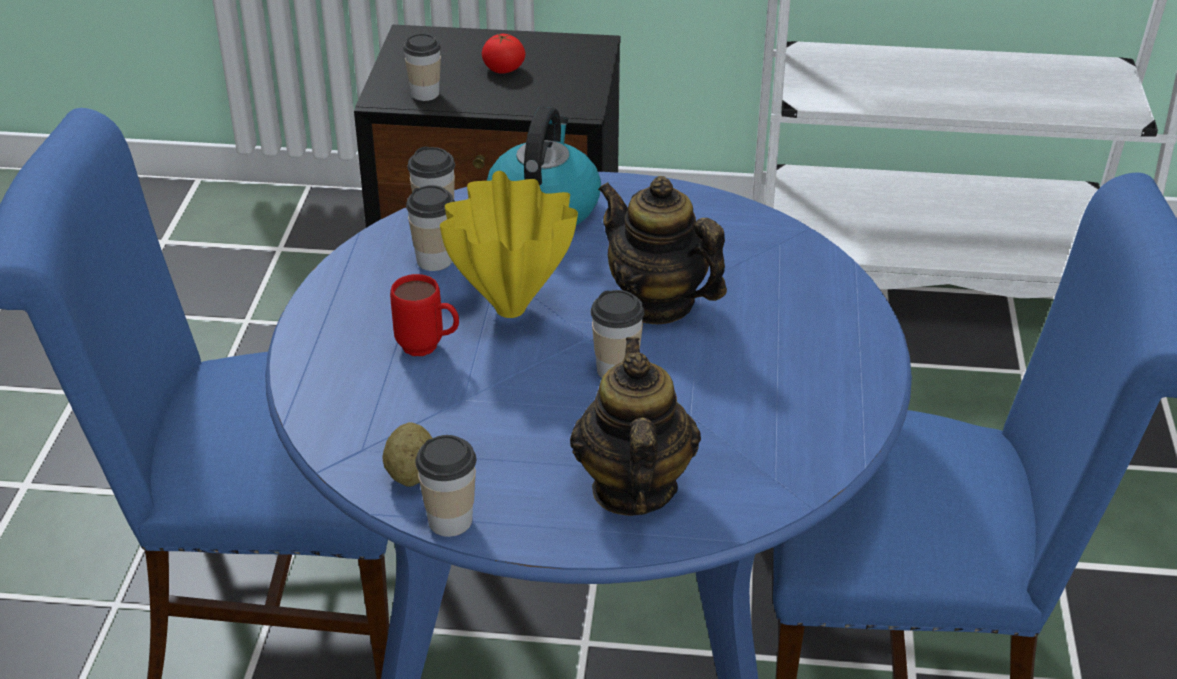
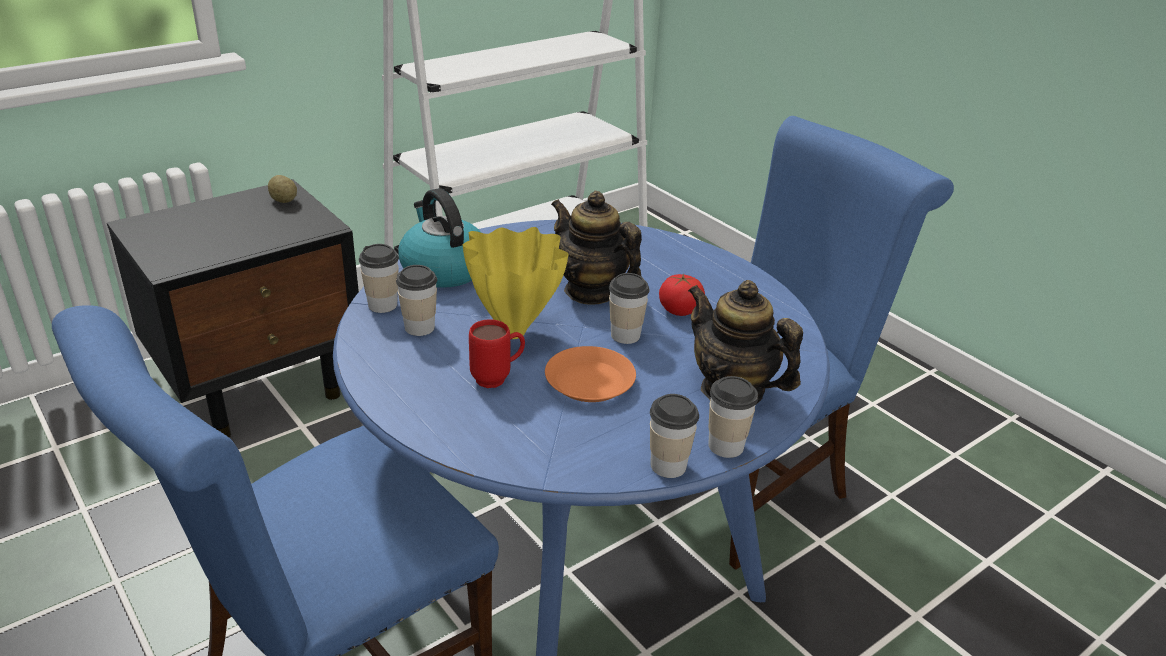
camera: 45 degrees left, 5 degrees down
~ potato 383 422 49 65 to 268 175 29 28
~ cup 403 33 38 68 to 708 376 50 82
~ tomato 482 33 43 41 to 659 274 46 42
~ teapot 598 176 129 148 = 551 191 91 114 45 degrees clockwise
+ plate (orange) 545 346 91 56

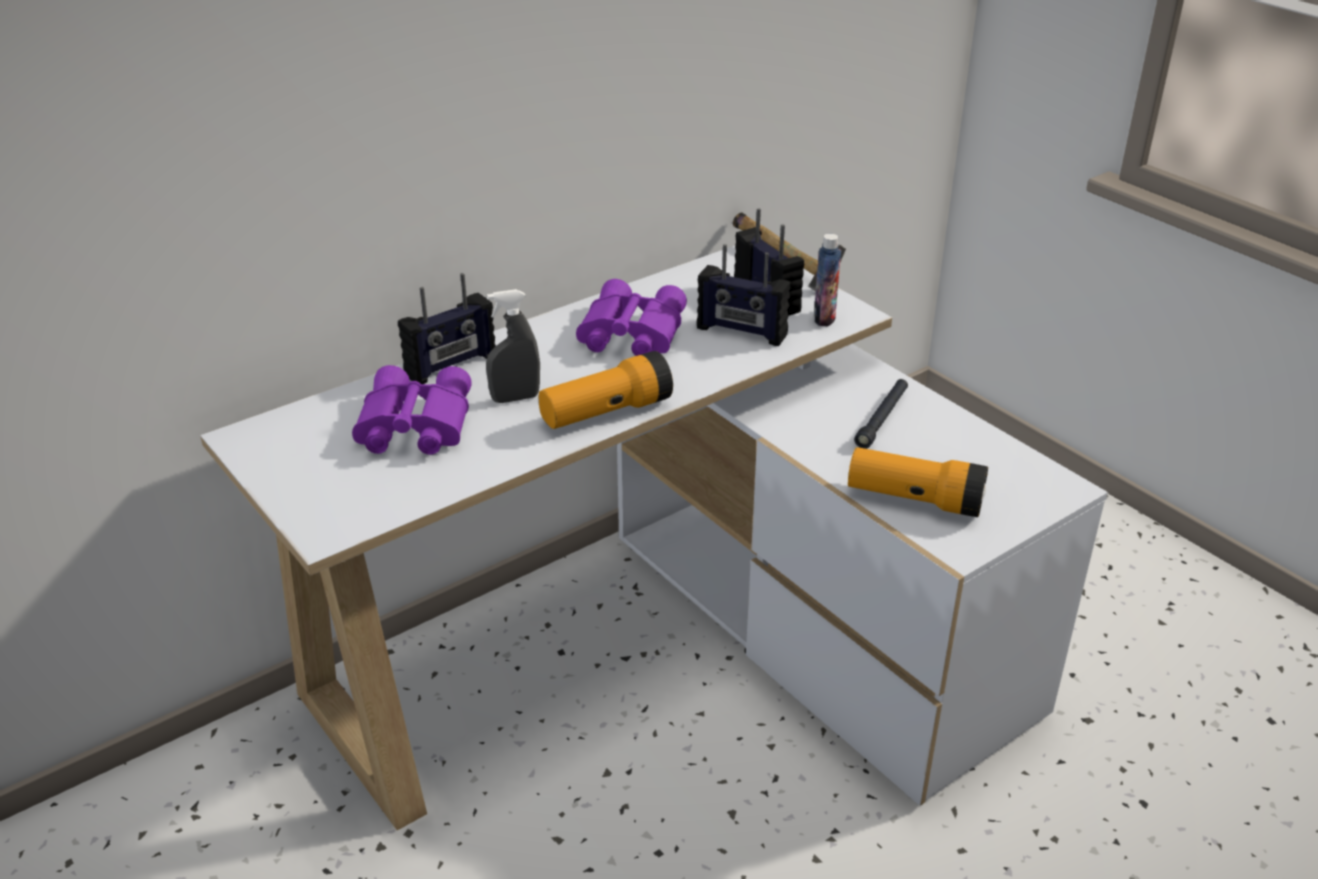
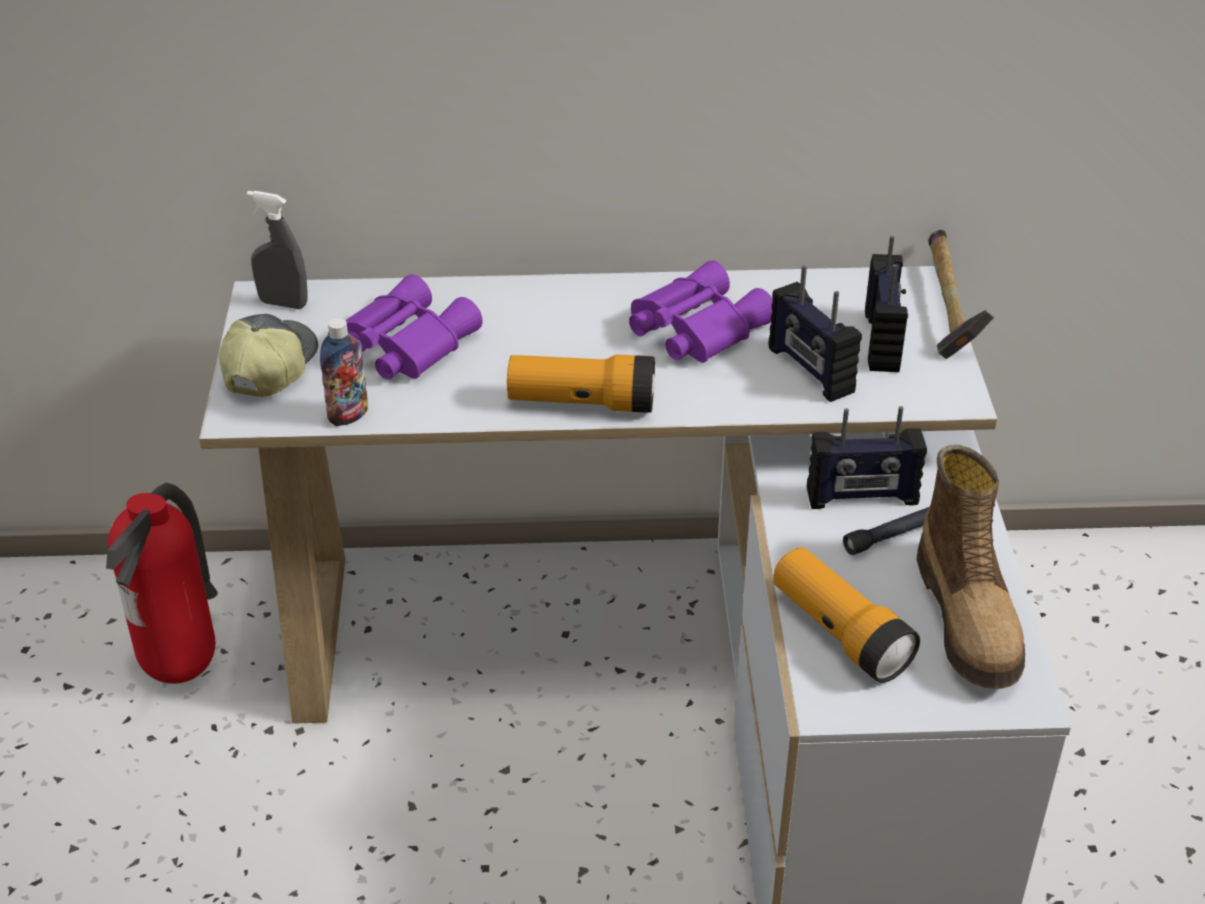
camera: 35 degrees right, 5 degrees up
~ radio 398 273 98 111 to 807 406 120 103
~ spray bottle (grey) 486 289 54 114 to 247 191 60 118
~ bottle 814 234 27 92 to 320 318 48 108
+ fire extinguisher 106 483 112 201
+ cap 219 314 99 83
+ boot 917 445 108 244

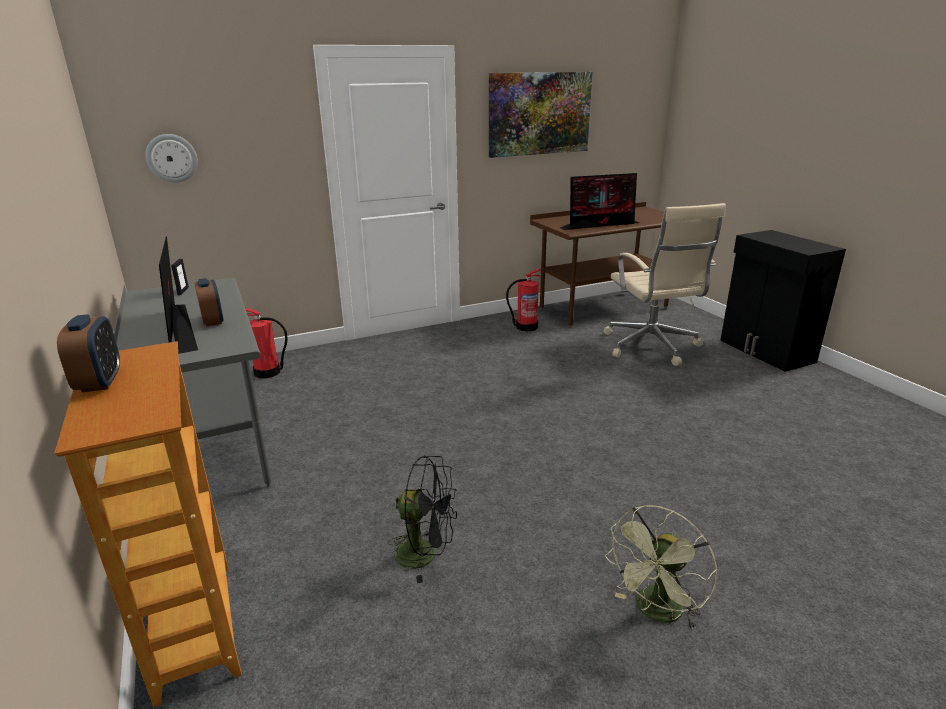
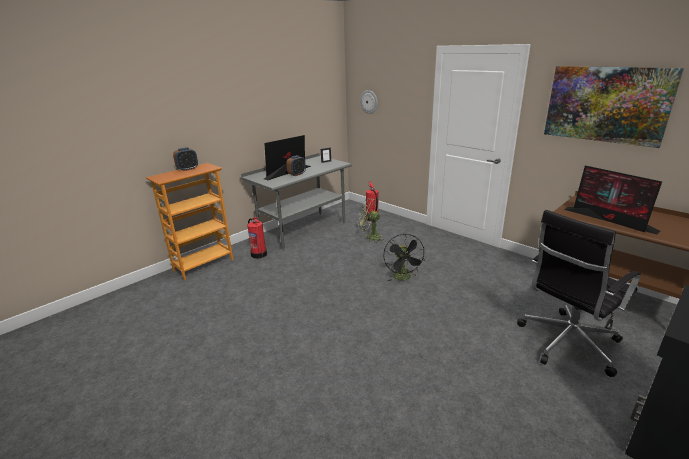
camera: 70 degrees right, 0 degrees up
~ fan (black) 388 456 69 127 to 383 234 42 47
~ fire extinguisher 506 269 35 63 to 247 217 20 42
~ office chair (beige) 604 203 122 163 to office chair (black) 517 210 124 167
~ fan (green) 605 505 113 124 to 358 198 27 44

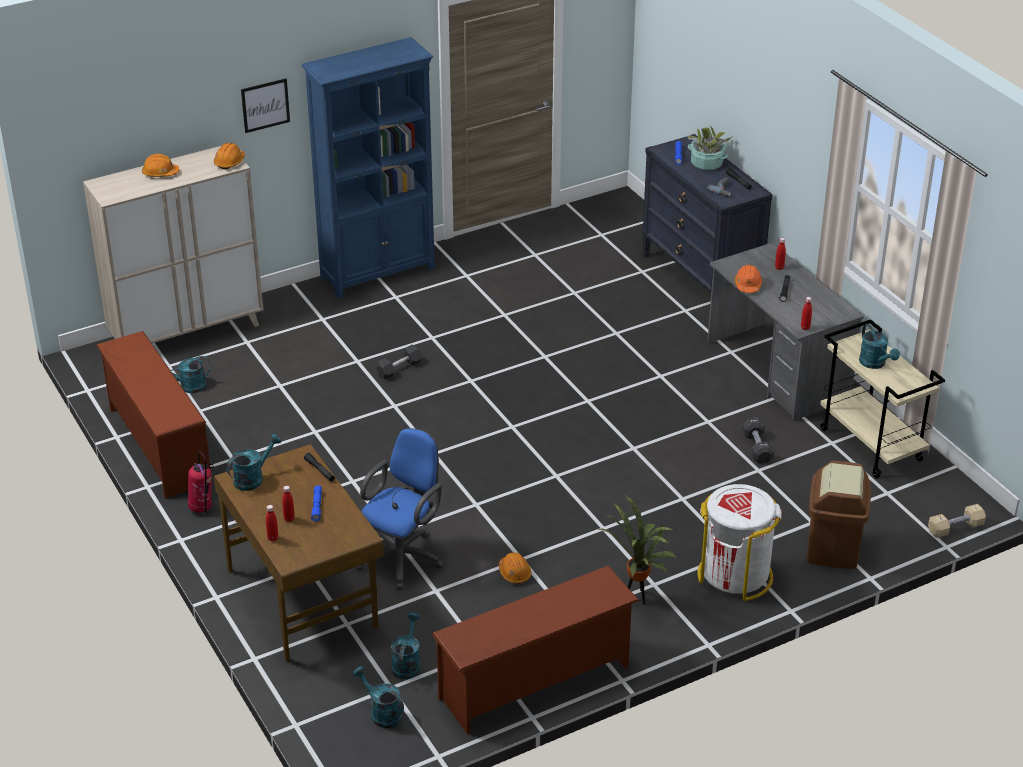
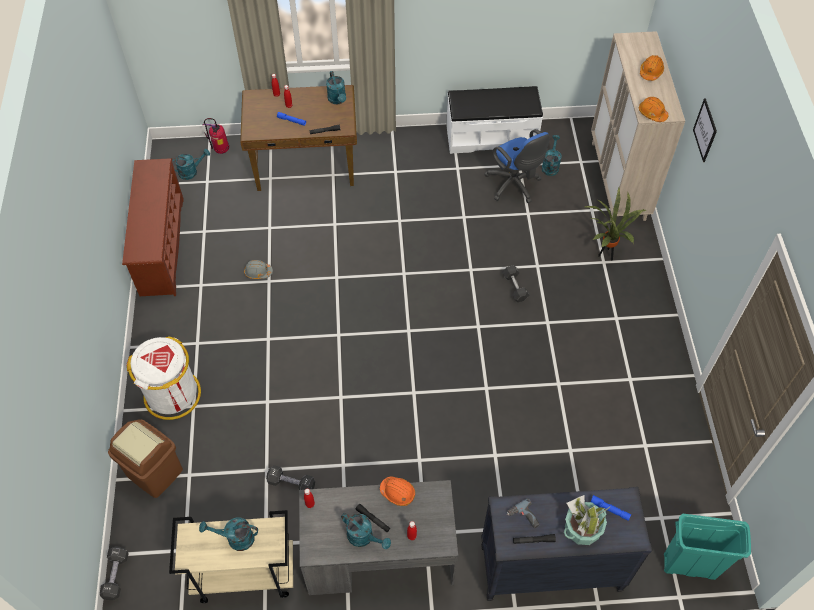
camera: 115 degrees right, 20 degrees up
~ shoe rack (brown) 97 331 116 167 to bench (white) 446 86 97 68
~ fire extinguisher 188 451 26 62 to 203 118 26 36
- bookcase (blue) 302 37 133 261
~ office chair (blue) 356 428 87 162 to 484 129 66 74
~ watering can (turquoise) 391 613 29 66 to 341 513 50 36
~ hard hat (orange) 499 552 33 32 to hard hat (grey) 244 260 29 19
~ potted plant 597 495 79 110 to 585 187 61 73
~ dumbbell (beige) 928 504 58 34 to dumbbell (black) 100 547 29 53
+ trash can (turquoise) 664 513 87 67

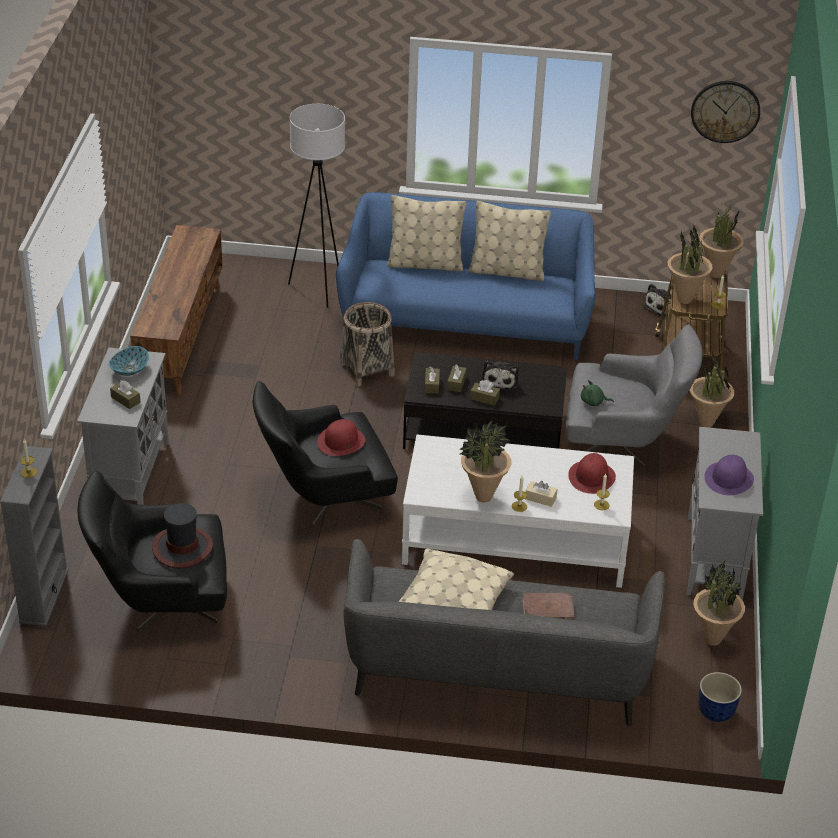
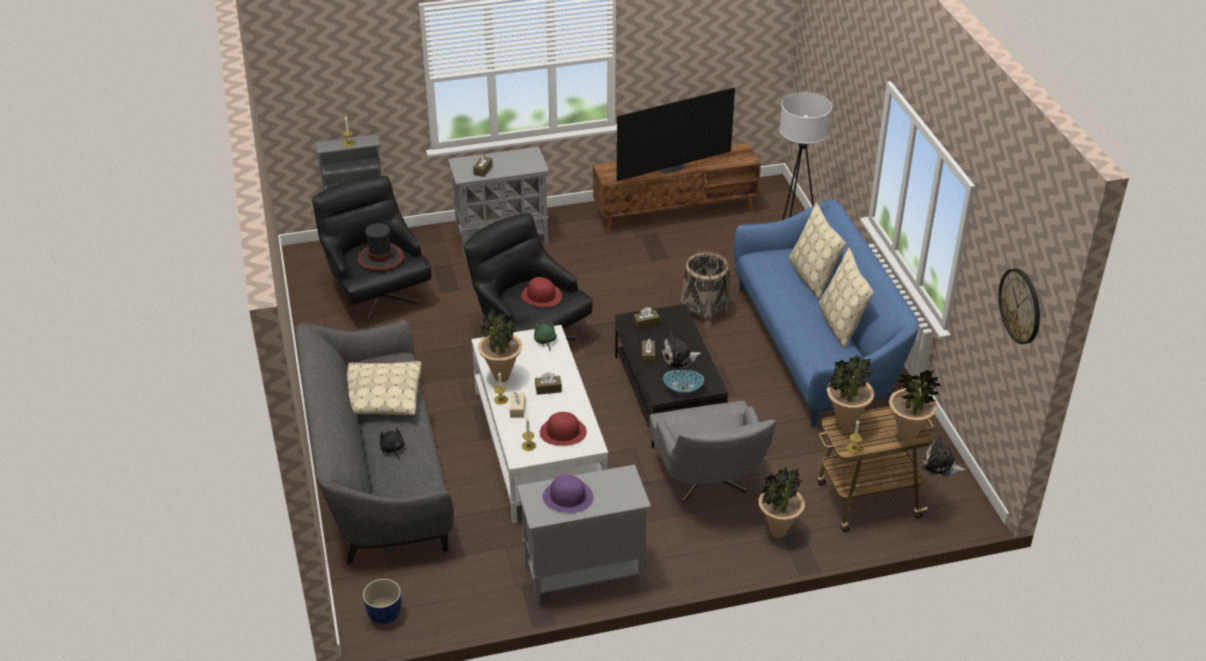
camera: 70 degrees right, 0 degrees up
~ bowl 109 346 40 30 to 663 370 41 24
~ tissue box (brown) 447 365 20 27 to 535 372 27 23
~ book (brown) 522 593 52 27 to plush toy (black) 380 427 25 33
~ plush toy (green) 581 380 33 26 to 534 320 23 31
- potted plant 693 561 52 85
+ television 617 87 118 94

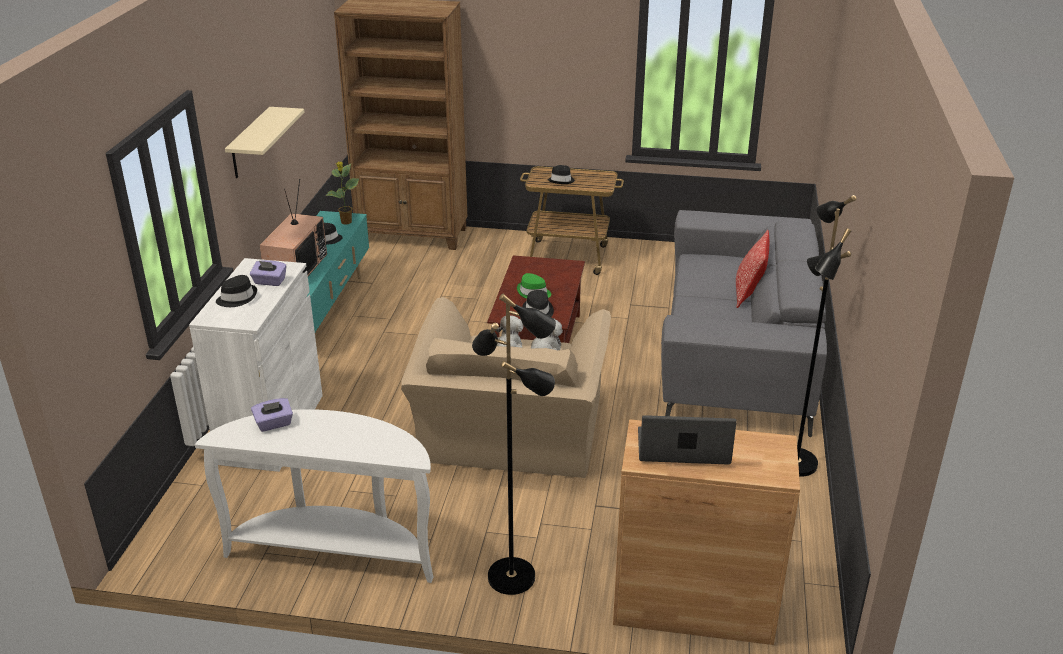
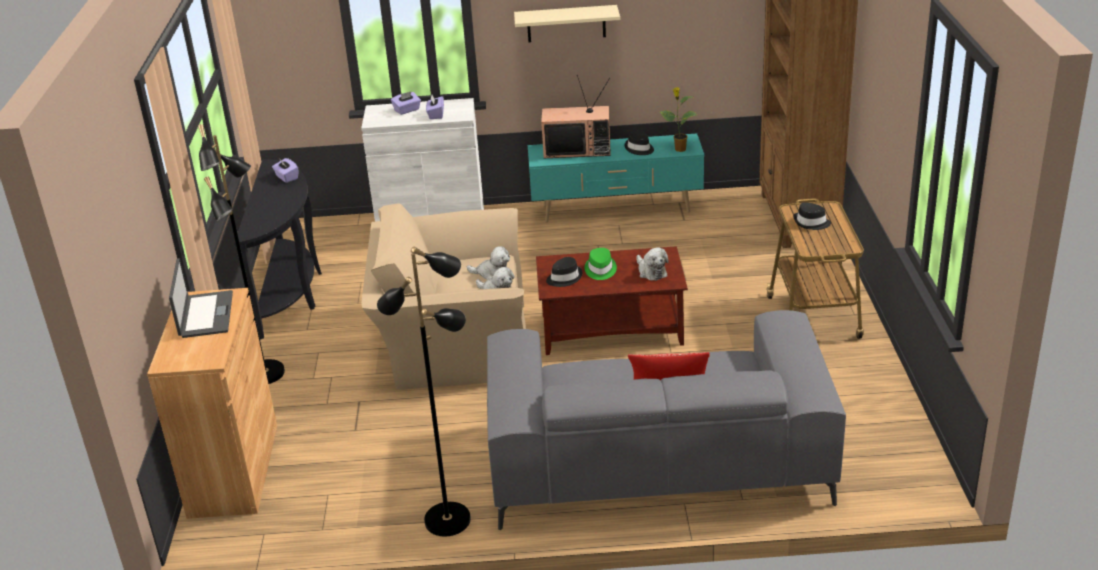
camera: 80 degrees right, 0 degrees up
~ console table (white) 195 409 239 174 to console table (black) 234 159 88 181
~ hat (black) 216 275 41 32 to tissue box (purple) 391 92 30 23
+ plush toy 636 247 33 34

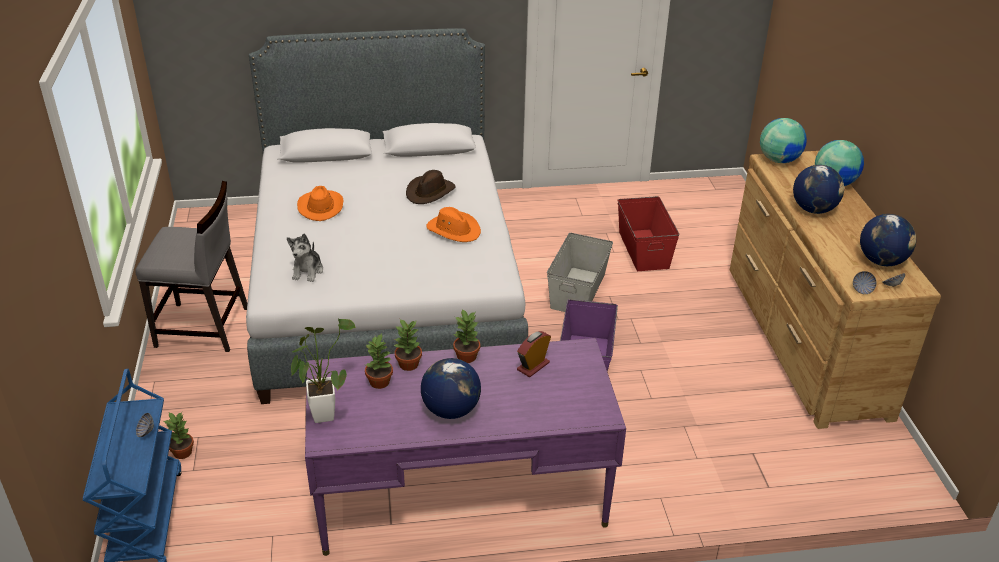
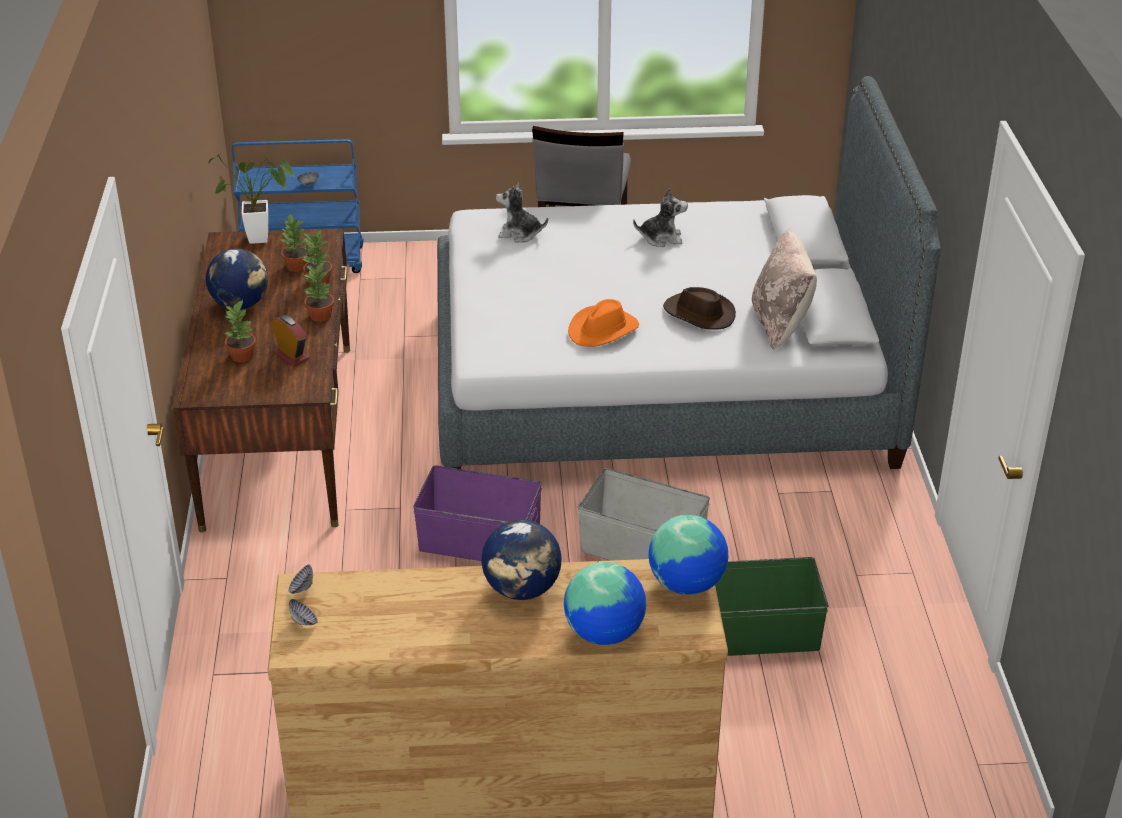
camera: 95 degrees right, 0 degrees up
~ potted plant 164 412 30 47 to 224 300 32 62
~ hat (orange) 297 186 47 35 to plush toy 633 188 55 59
~ desk (purple) 305 338 321 218 to desk (brown) 173 228 177 304
~ storage box (red) 618 196 62 75 to storage box (green) 715 557 114 99
- globe 860 214 56 52
+ pillow (beige) 752 228 65 122

